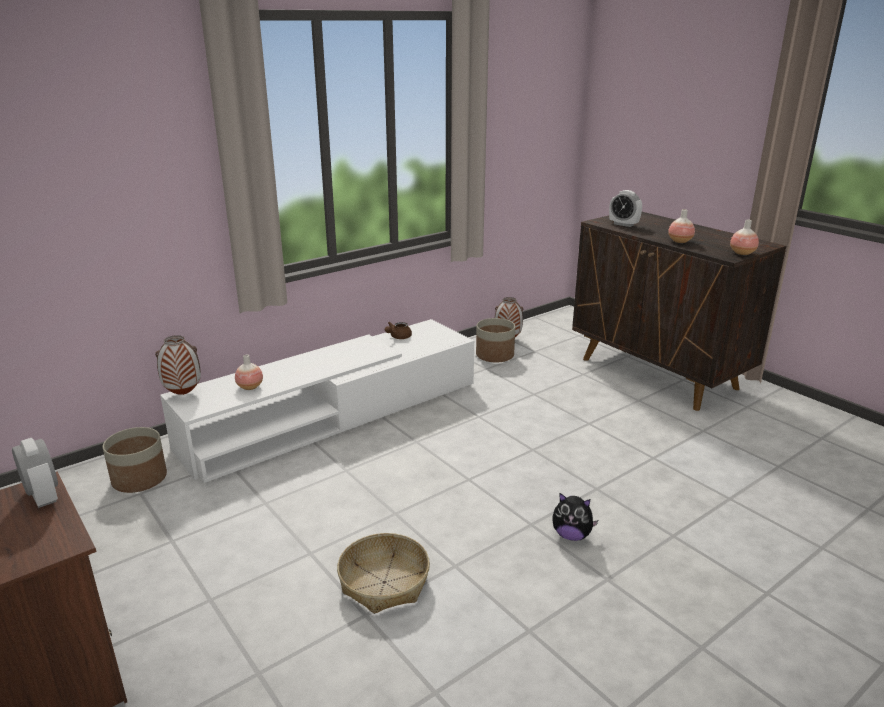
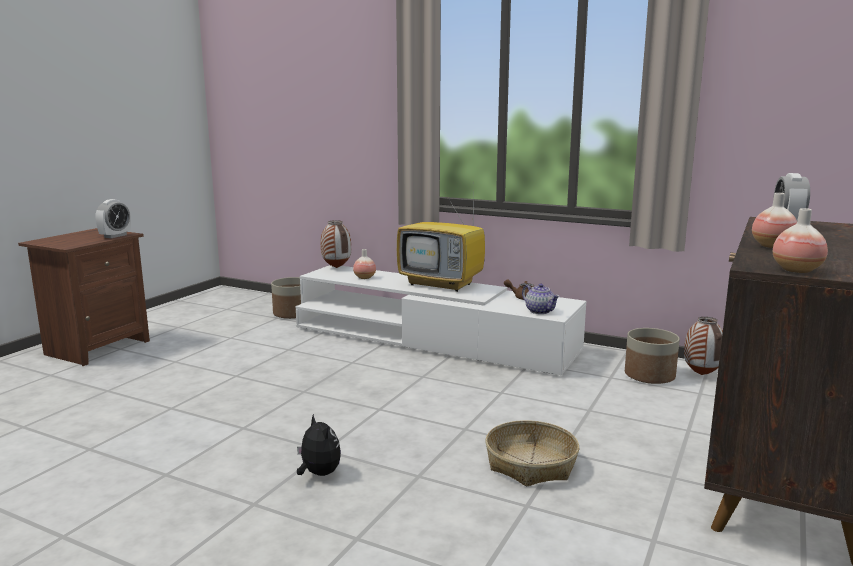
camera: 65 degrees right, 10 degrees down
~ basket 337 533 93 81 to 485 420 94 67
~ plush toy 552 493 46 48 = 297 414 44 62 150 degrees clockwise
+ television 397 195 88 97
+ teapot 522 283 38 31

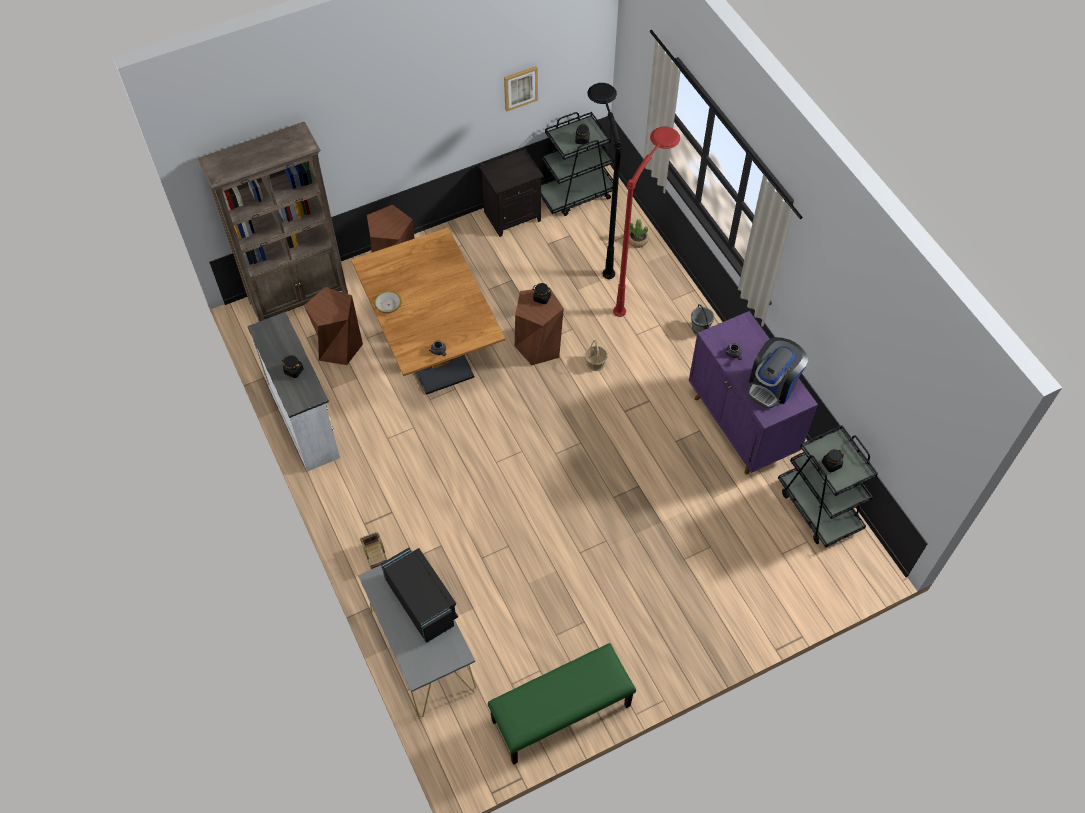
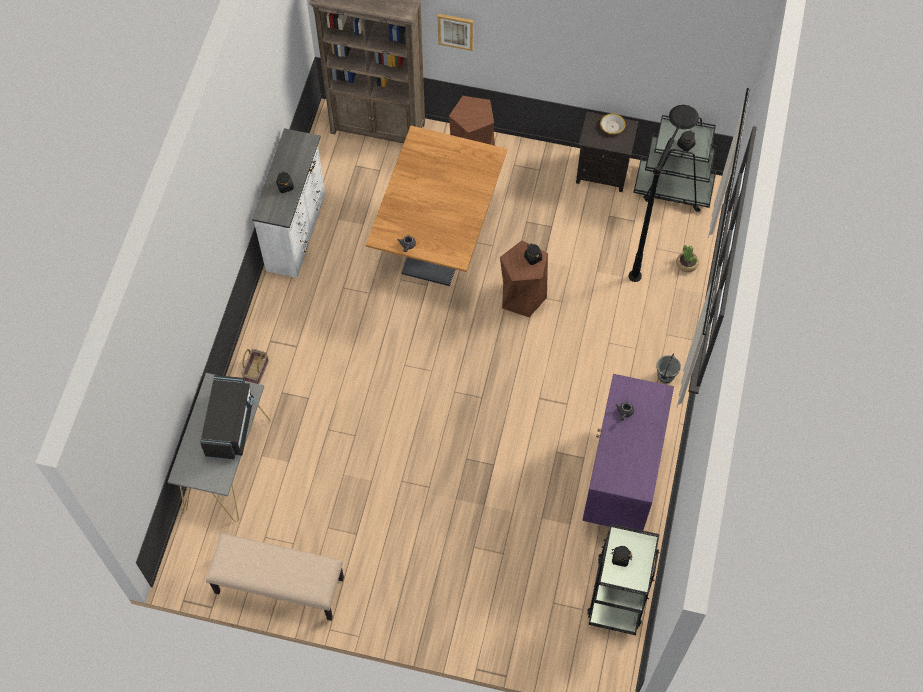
camera: 40 degrees right, 5 degrees up
- stool (brown) 304 287 59 78
~ bowl 374 291 28 22 to 600 113 25 22
~ bench (green) 488 643 148 122 to bench (beige) 206 533 138 88
~ picture 504 66 34 45 to 438 14 36 37
- basket 585 340 23 31
- floor lamp (red) 613 127 67 190
- coffee machine 747 337 61 72

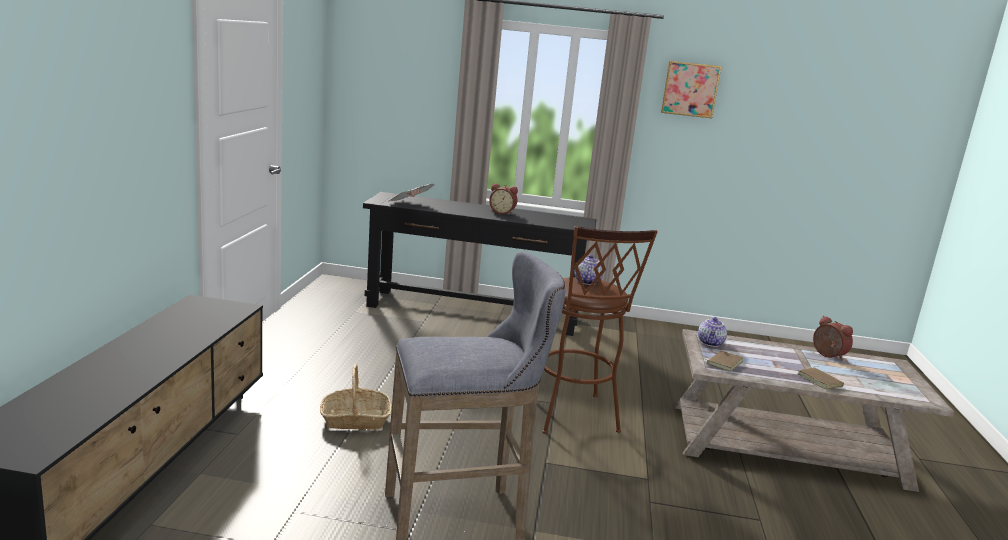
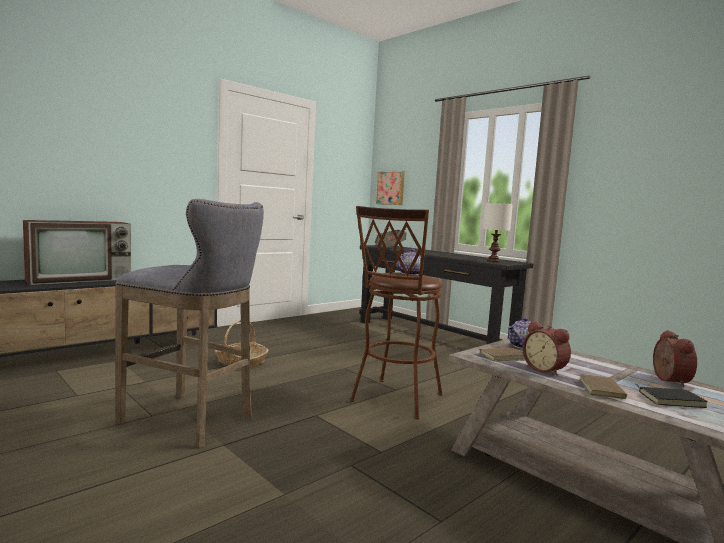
camera: 40 degrees right, 10 degrees down
~ alarm clock 489 183 29 32 to 522 321 49 55
~ picture 661 61 60 57 to 376 171 29 34
+ television 23 220 108 65
+ table lamp (white) 483 203 30 59
+ book (black) 637 385 71 23

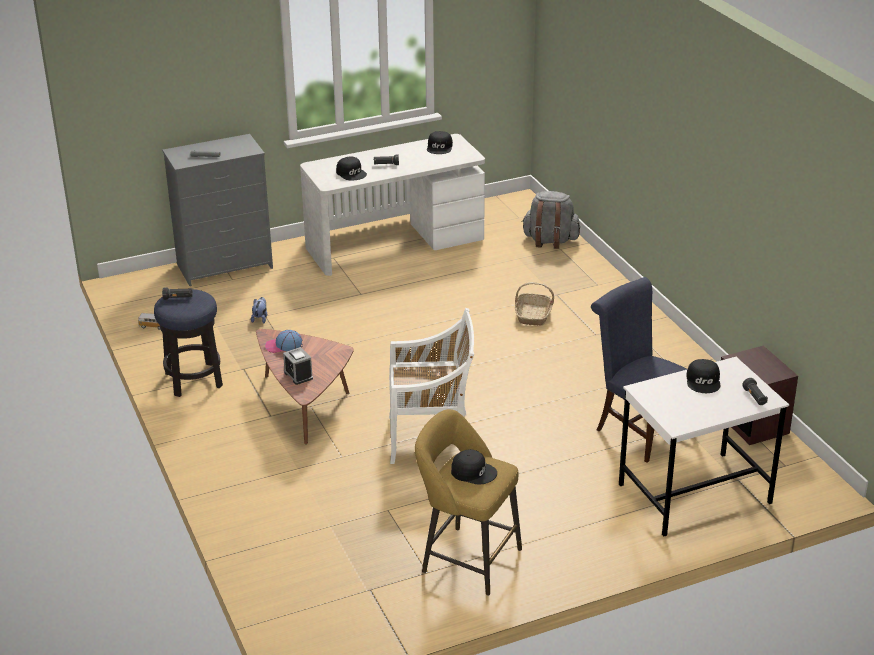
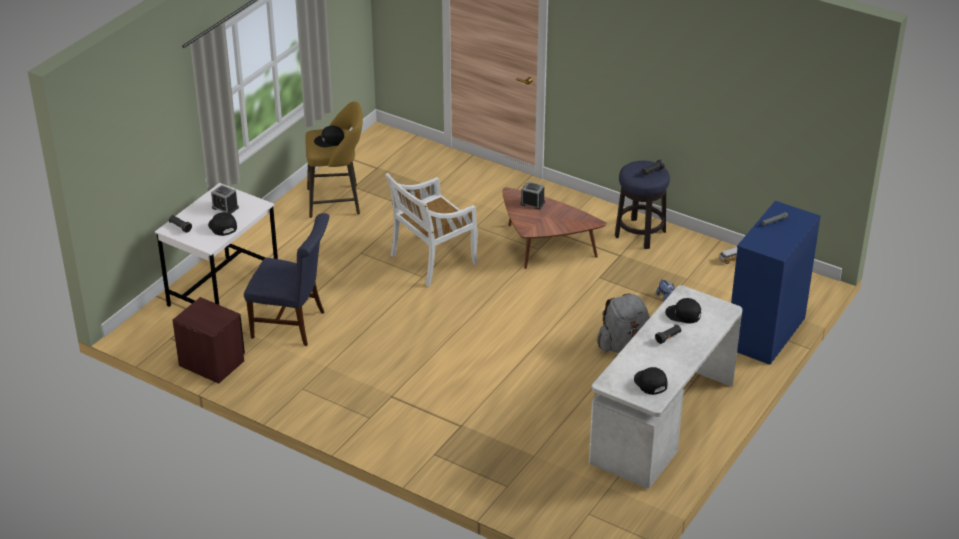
camera: 145 degrees right, 5 degrees up
~ dresser (grey) 162 134 111 152 to dresser (blue) 731 201 90 164
- cap 265 330 38 23
- basket 515 282 39 44
~ backpack (grey) 522 191 58 58 to 597 293 53 60
+ alarm clock 211 185 28 29

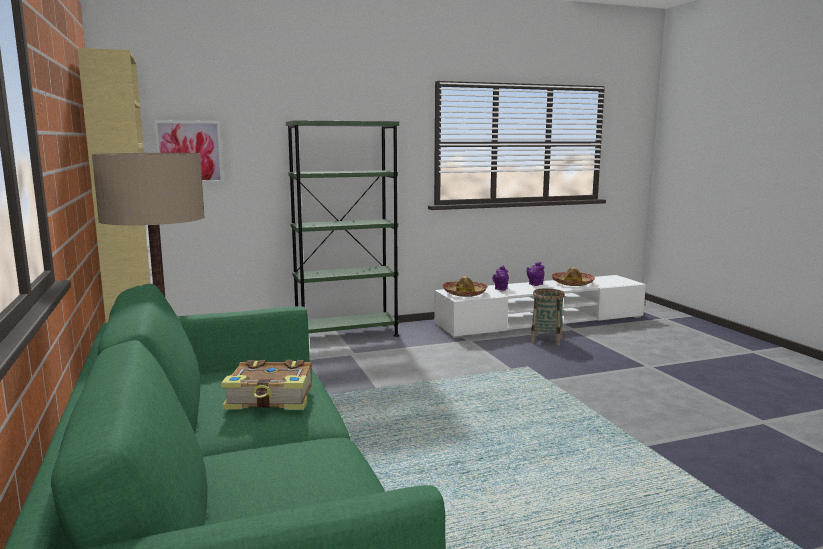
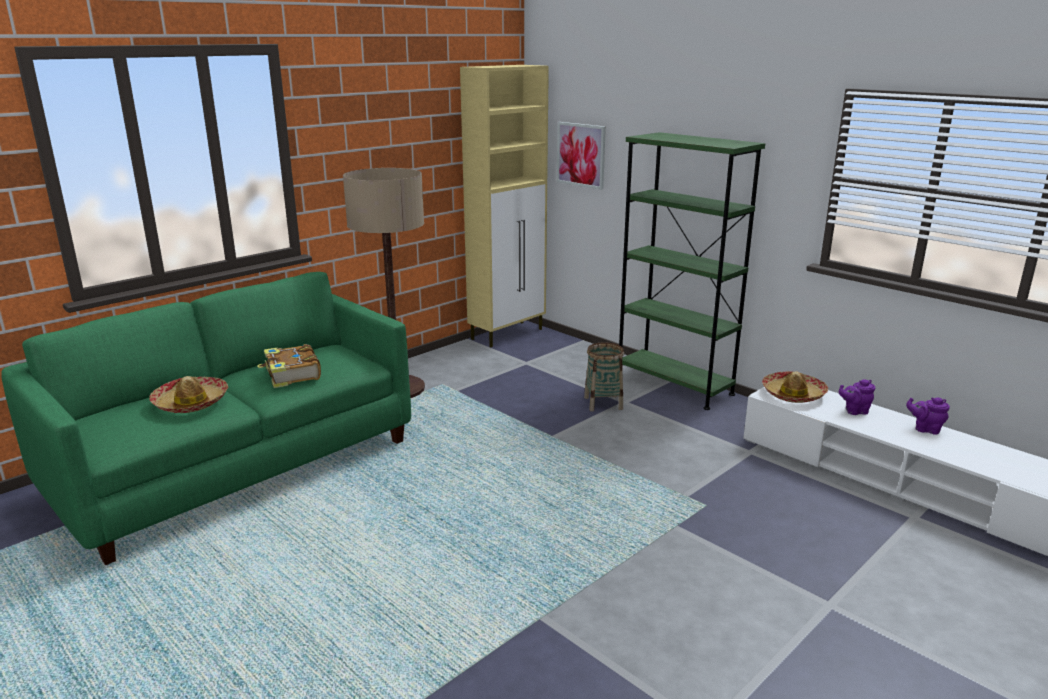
camera: 65 degrees right, 10 degrees up
~ basket 530 288 35 58 to 584 342 40 69
~ hat 551 267 44 19 to 149 376 79 37

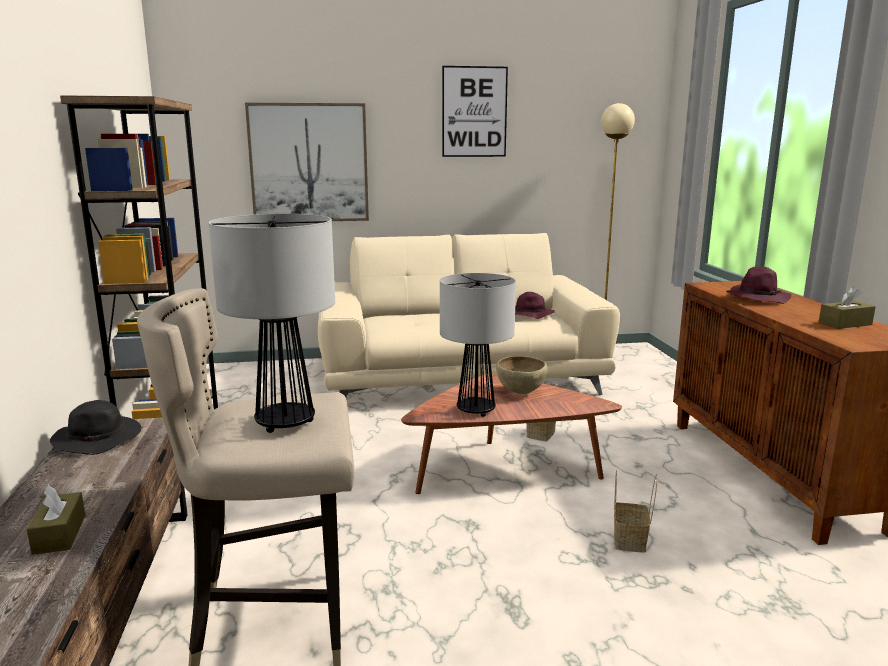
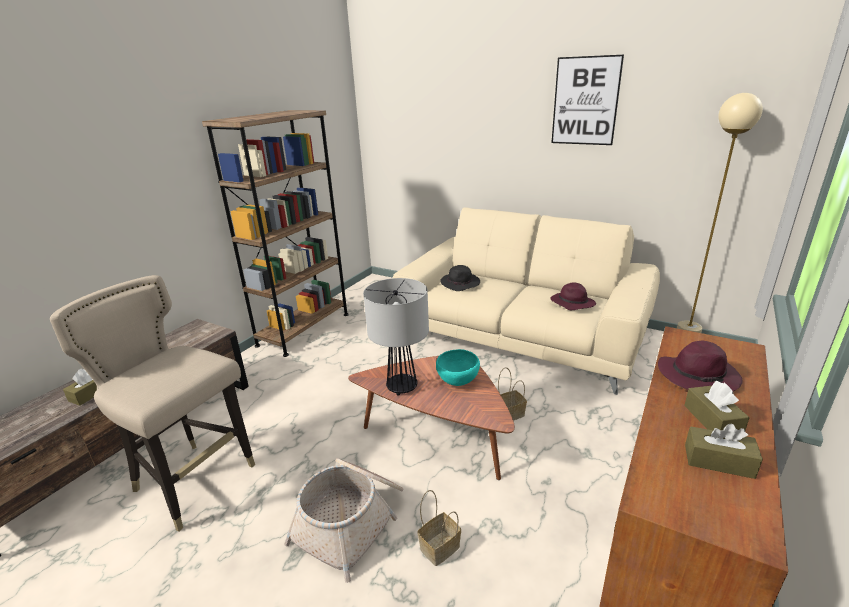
camera: 40 degrees right, 10 degrees up
~ hat (black) 50 400 91 55 to 440 265 40 26
- table lamp 208 214 127 219
- picture 245 103 124 118
~ bowl (brown) 496 356 52 38 to bowl (turquoise) 436 349 44 37
+ basket 284 458 119 125
+ tissue box (brown) 684 381 66 49

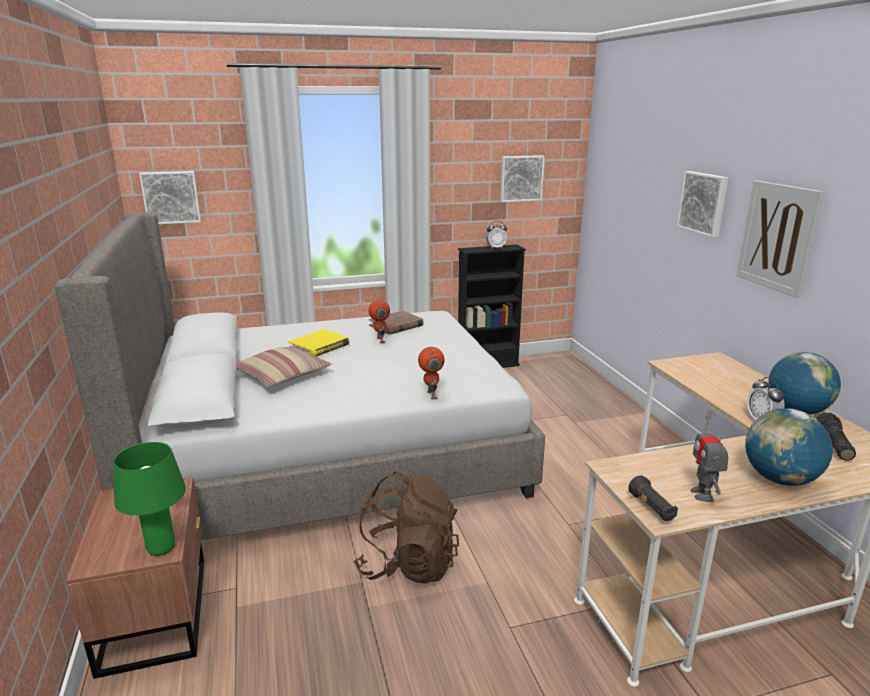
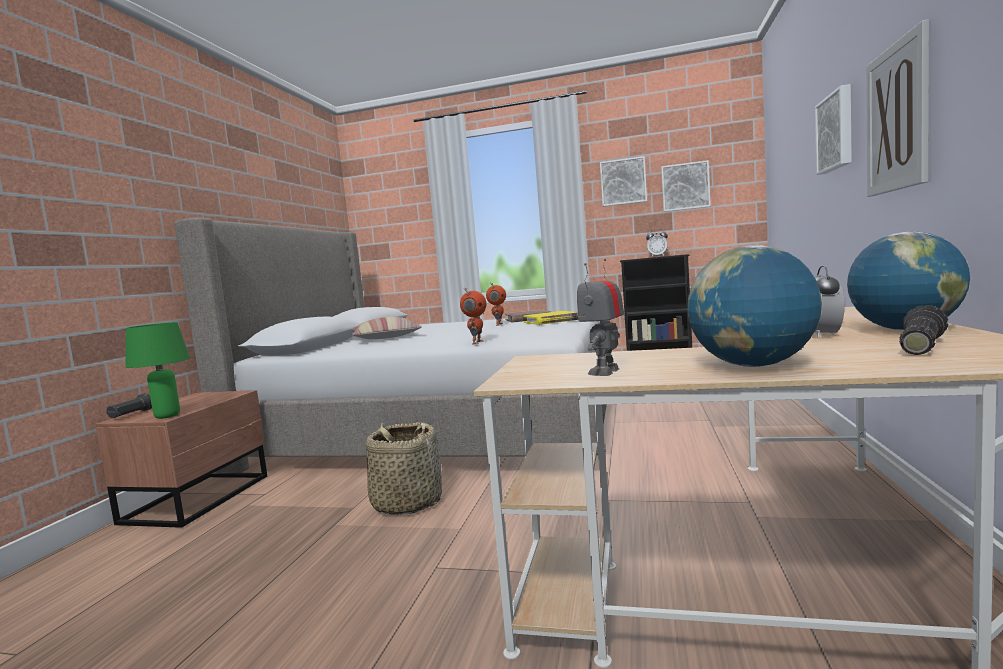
camera: 30 degrees right, 15 degrees down
~ picture 139 171 62 53 to 600 156 47 51
~ book (yellow) 288 329 61 28 to 523 311 55 14
~ backpack (brown) 353 471 106 112 to basket 366 422 76 93
~ flashlight (black) 628 475 50 46 to 106 393 46 25

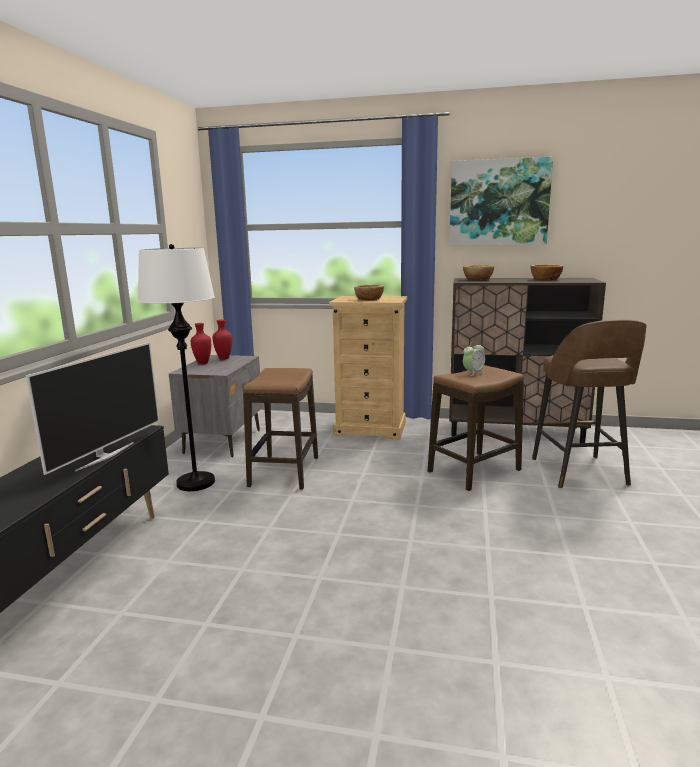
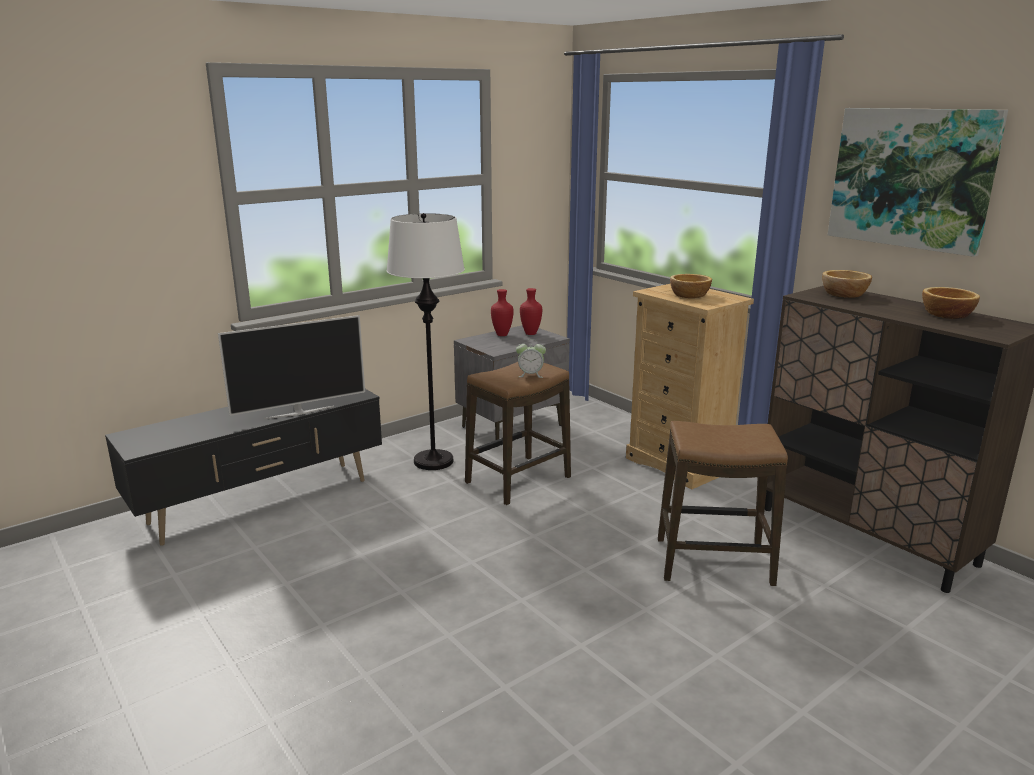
camera: 40 degrees right, 5 degrees up
~ alarm clock 463 342 22 34 to 516 339 30 39
- stool (brown) 532 319 115 169

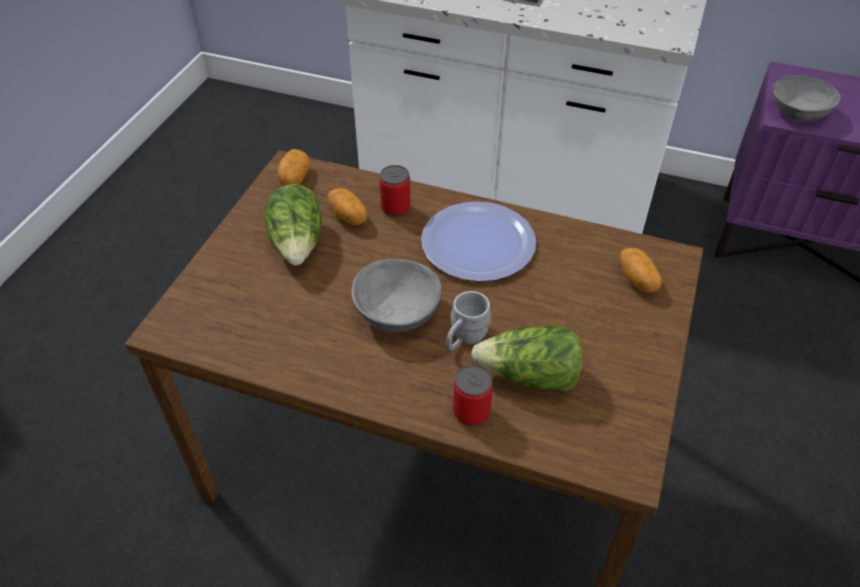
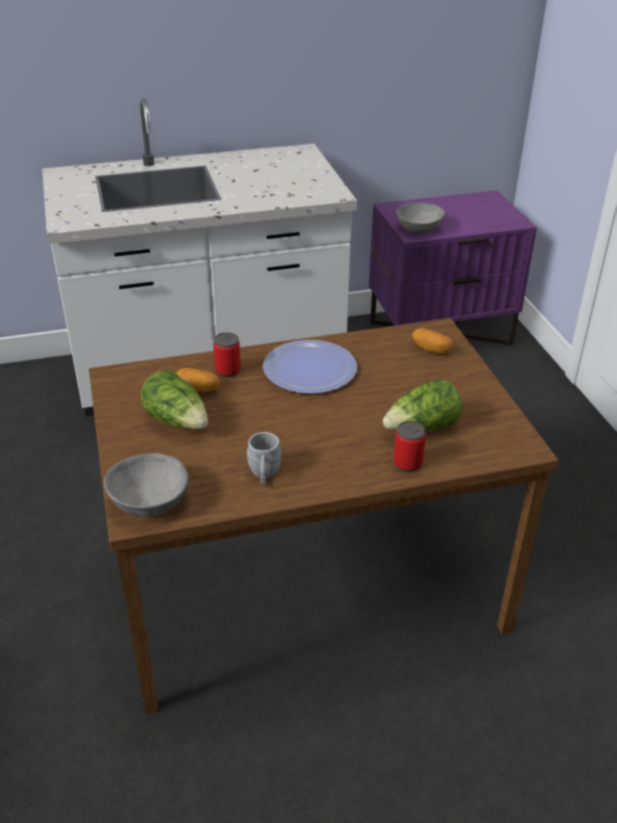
camera: 35 degrees left, 10 degrees down
- potato 278 149 32 37
~ bowl (grey) 351 259 90 73 to 104 453 84 64
~ mug (grey) 446 291 45 60 to 247 432 35 53

